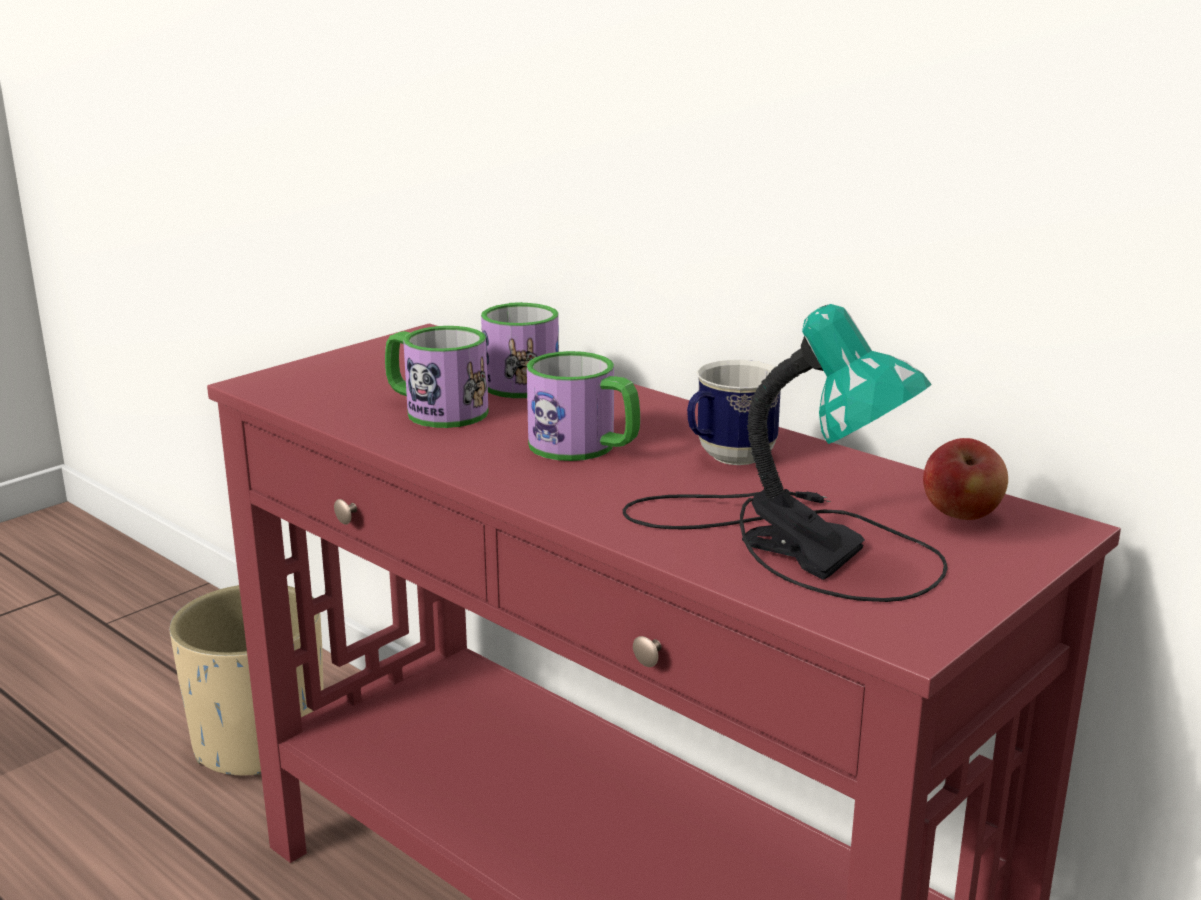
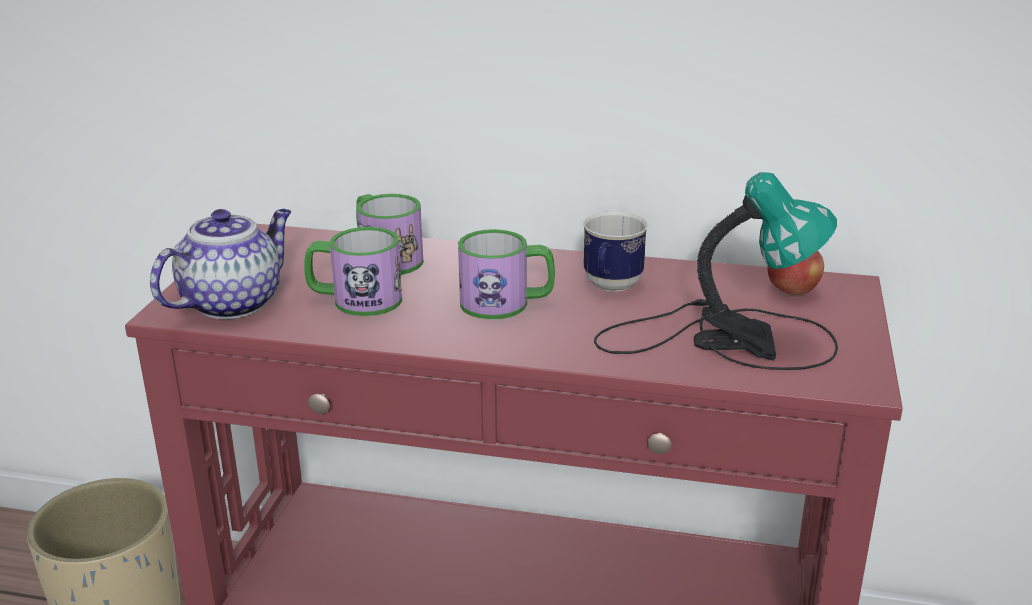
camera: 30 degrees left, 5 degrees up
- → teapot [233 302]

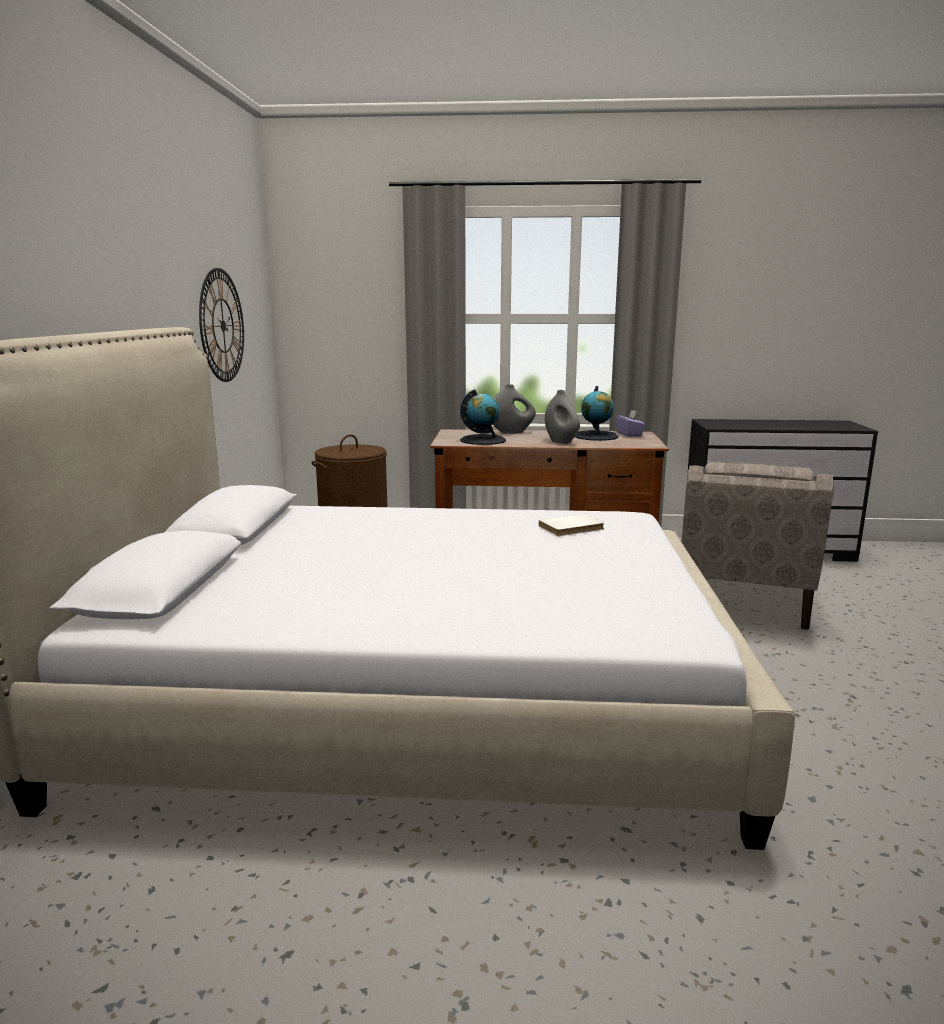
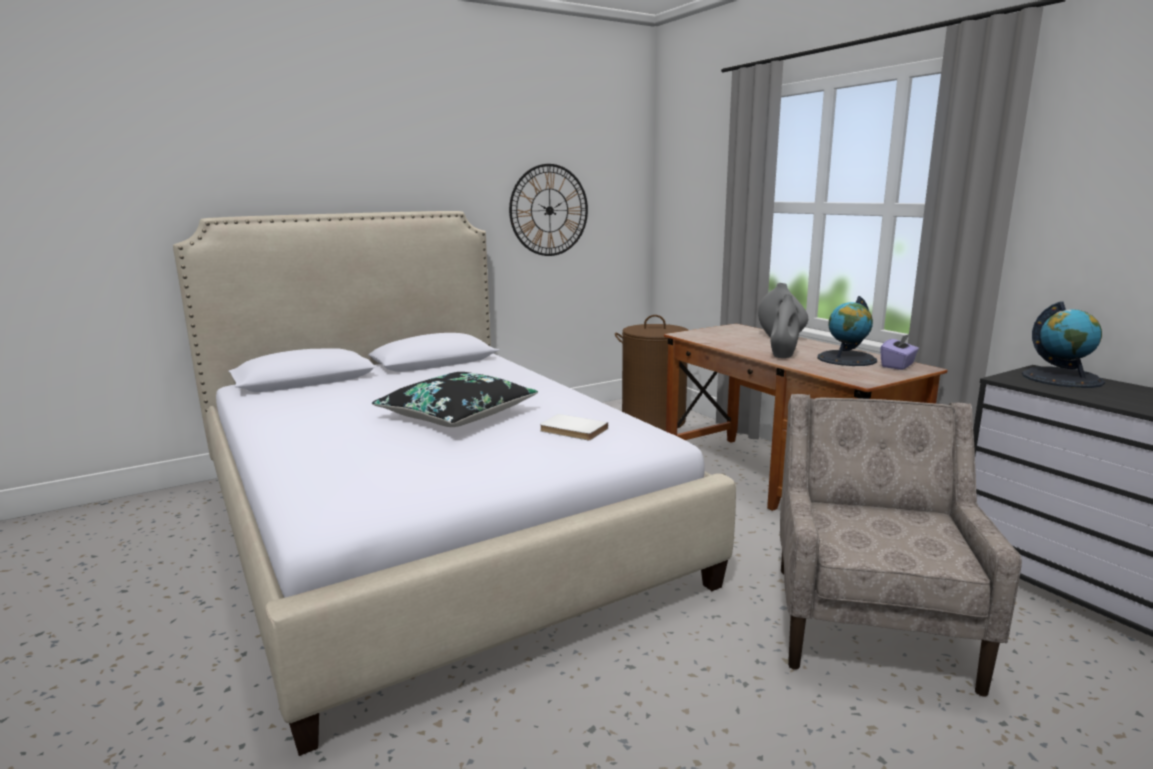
camera: 55 degrees right, 0 degrees up
globe [483 440] → globe [1062 378], move
beige armchair [741 600] → beige armchair [870 622], 120 degrees clockwise
- → black pillow [457 415]

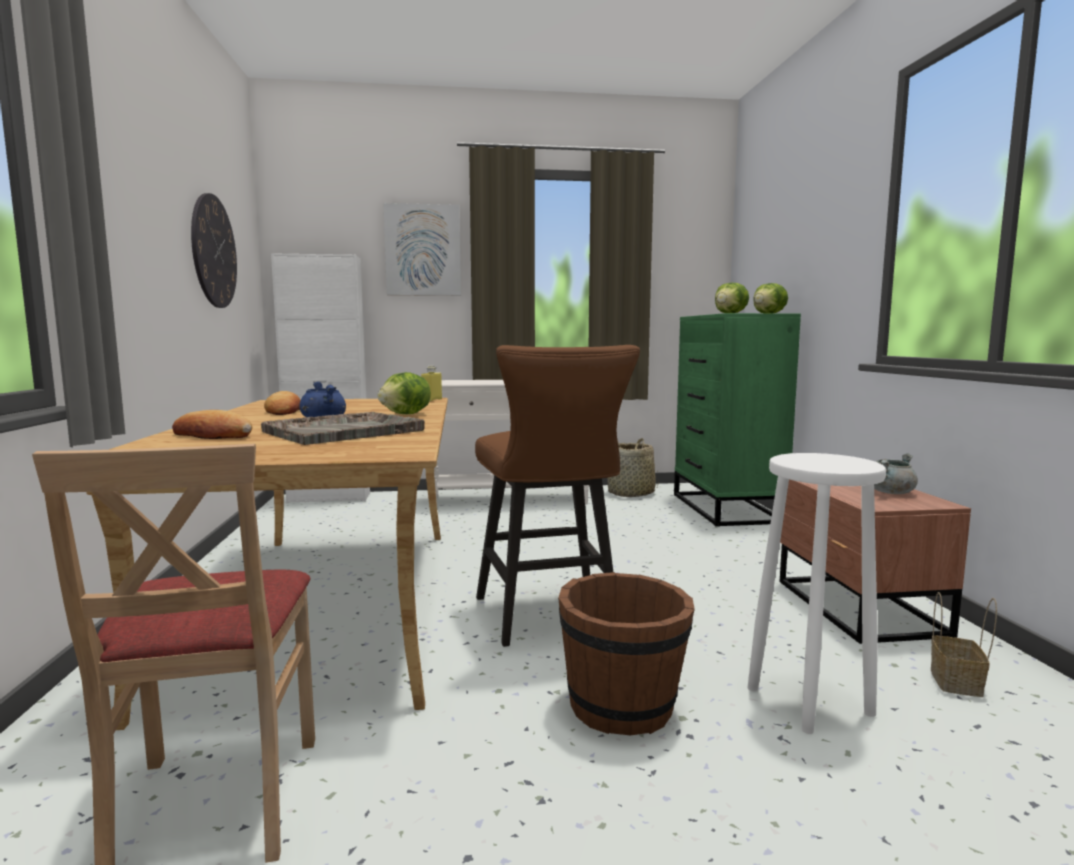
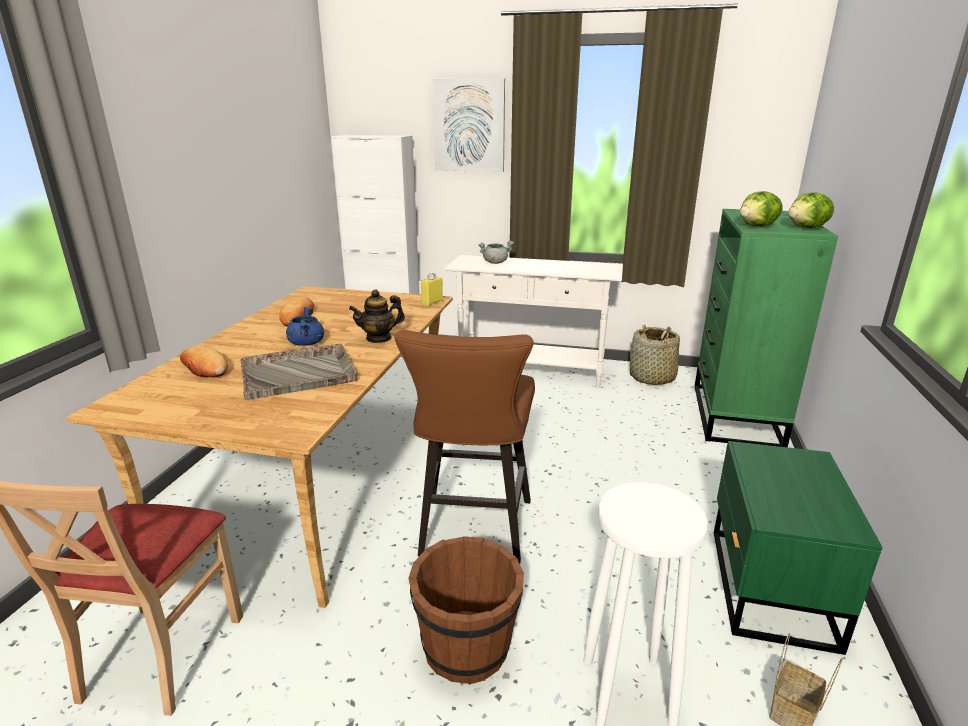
camera: 20 degrees right, 15 degrees up
wall clock [214 251] → -
lettuce [406 414] → teapot [379 338]
brown nightstand [857 608] → green nightstand [768 587]
grey cooking pot [890 492] → grey cooking pot [495 262], move

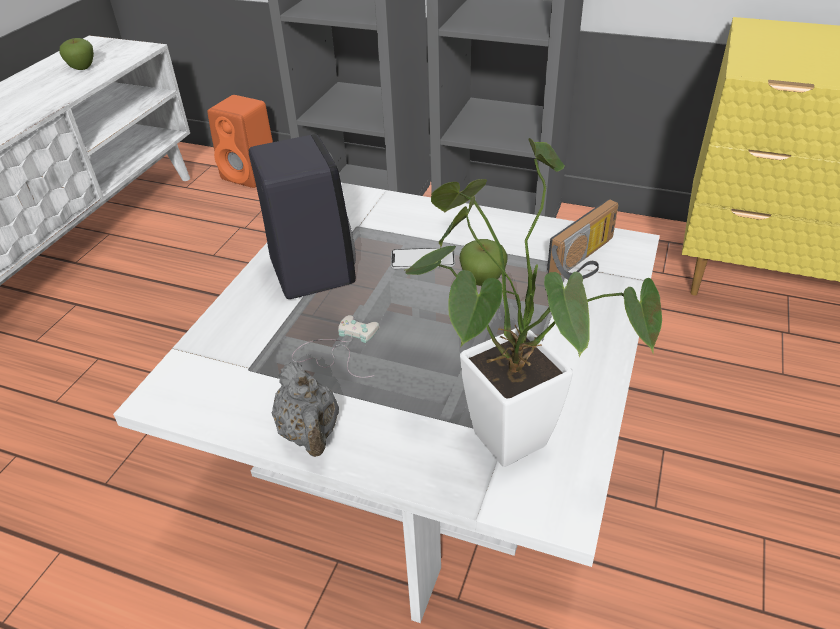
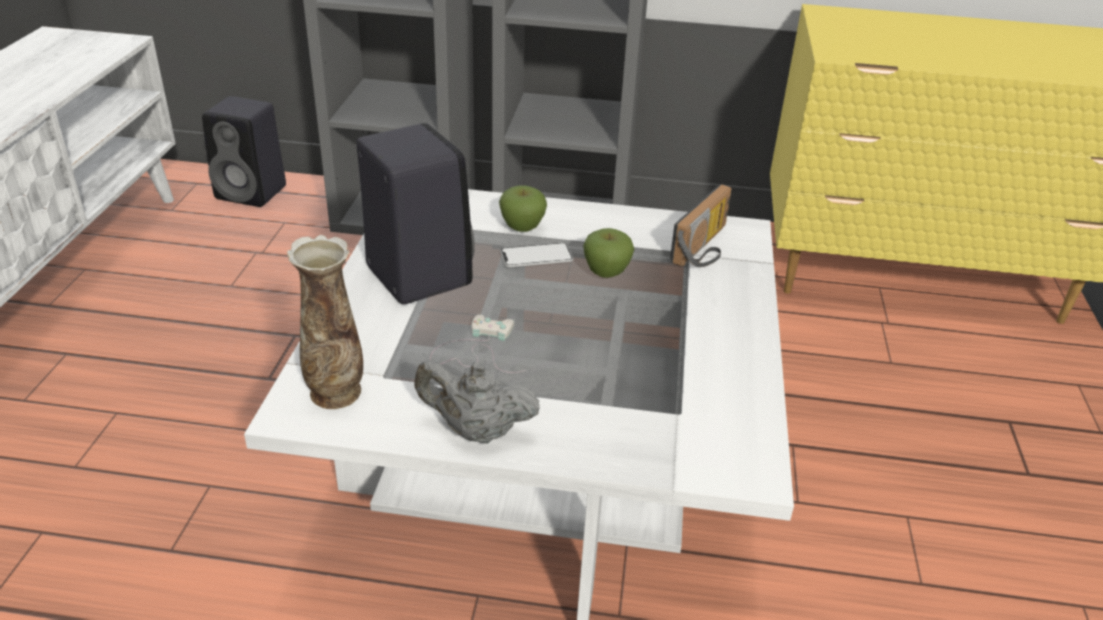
camera: 15 degrees left, 5 degrees down
apple [82 68] → apple [522 228], move
orange speaker [252 175] → black speaker [253 192]
grey teapot [310 433] → grey teapot [476 430], 135 degrees clockwise
potted plant [500 428] → -
- → vase [336 393]

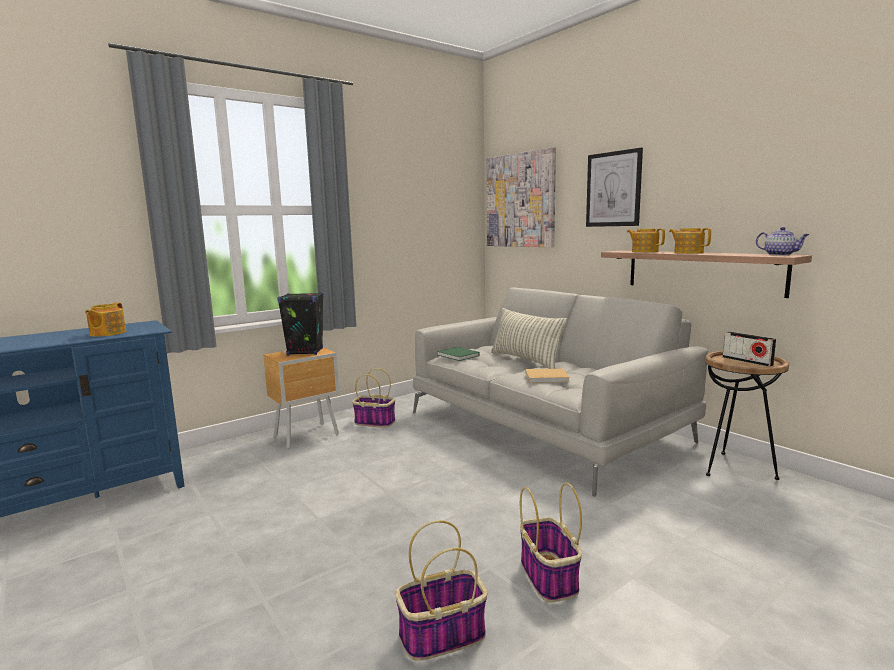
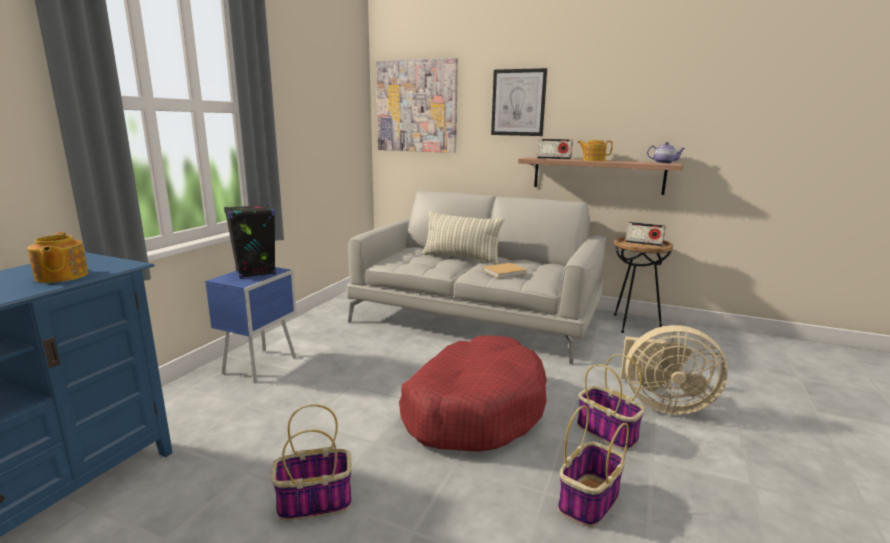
camera: 30 degrees left, 5 degrees up
brown nightstand [308 436] → blue nightstand [262 365]
basket [374 422] → basket [313 502], move
green book [459 355] → -
teapot [644 251] → radio [554 158]
- → red dog bed [473 408]
- → beige fan [662 404]

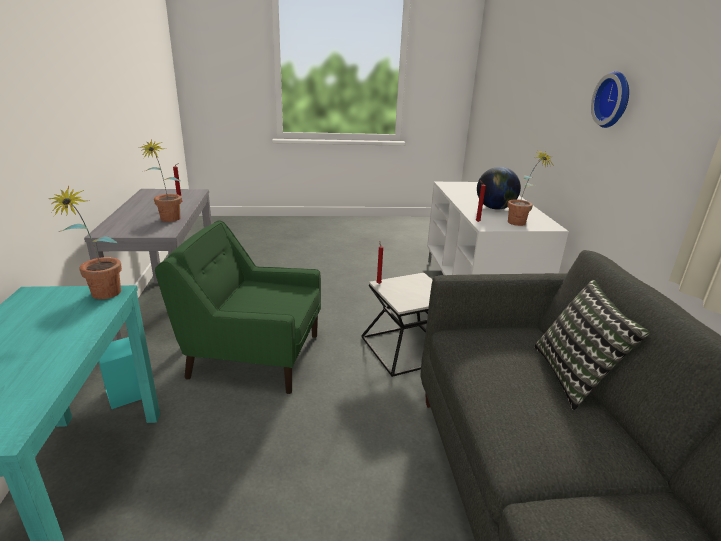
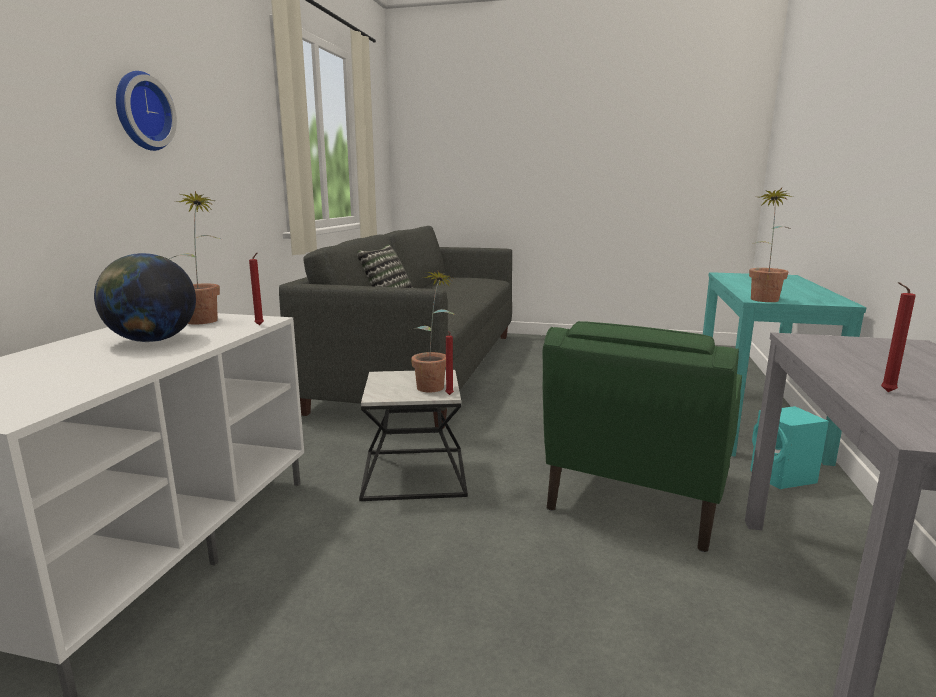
camera: 160 degrees left, 10 degrees down
potted plant [168 220] → potted plant [434 385], move
green armchair [253 355] → green armchair [638 495], 90 degrees clockwise

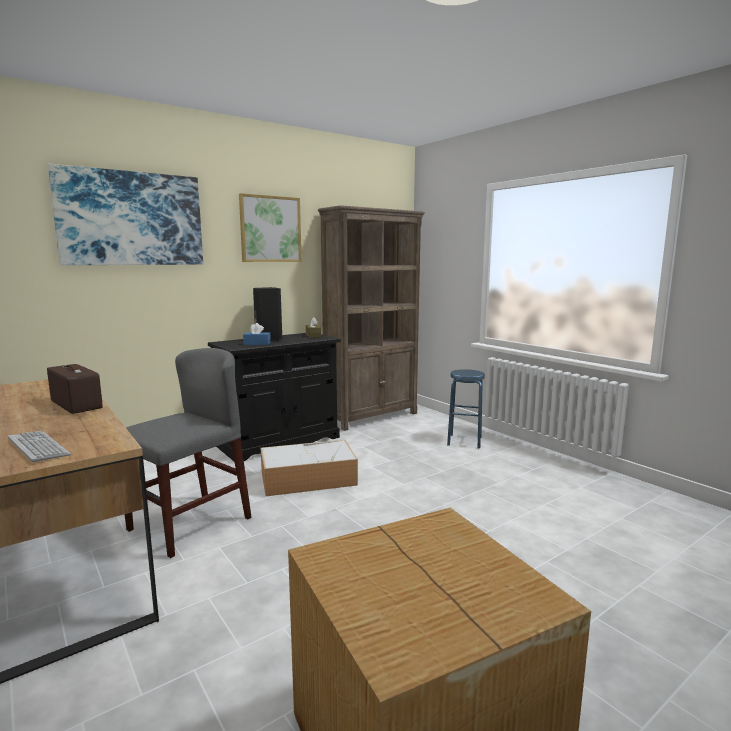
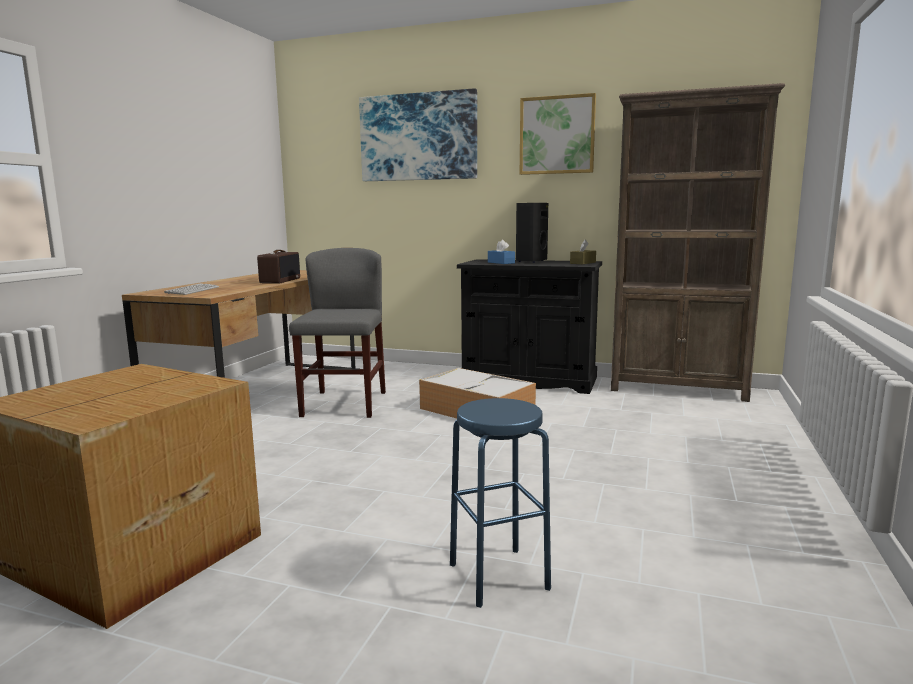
camera: 55 degrees right, 0 degrees up
grey chair [190 524] → grey chair [344 404], 90 degrees counterclockwise
blue stool [464 441] → blue stool [498 576], move

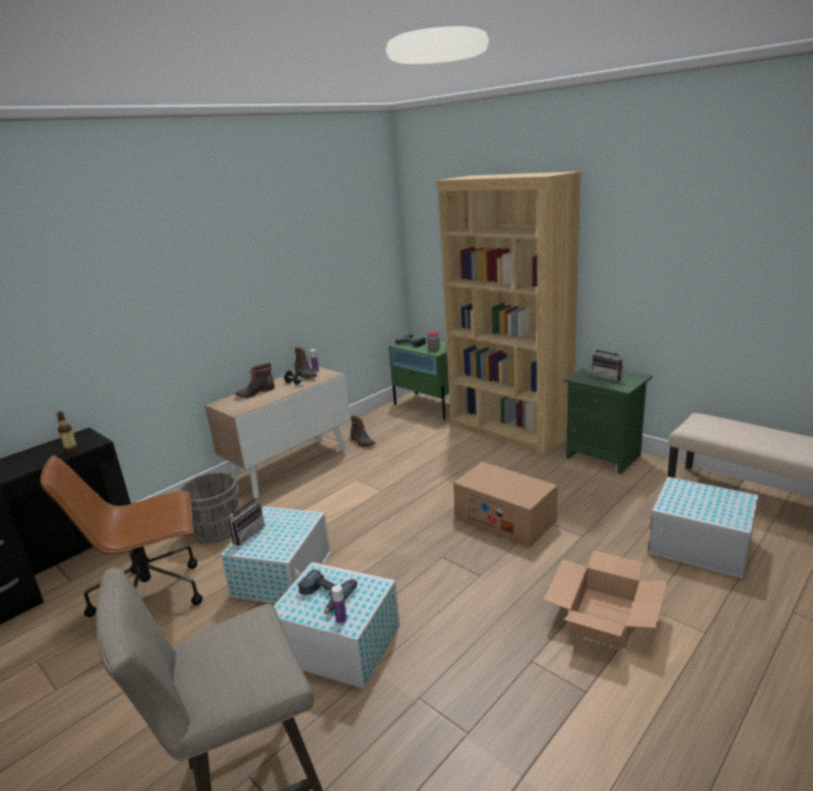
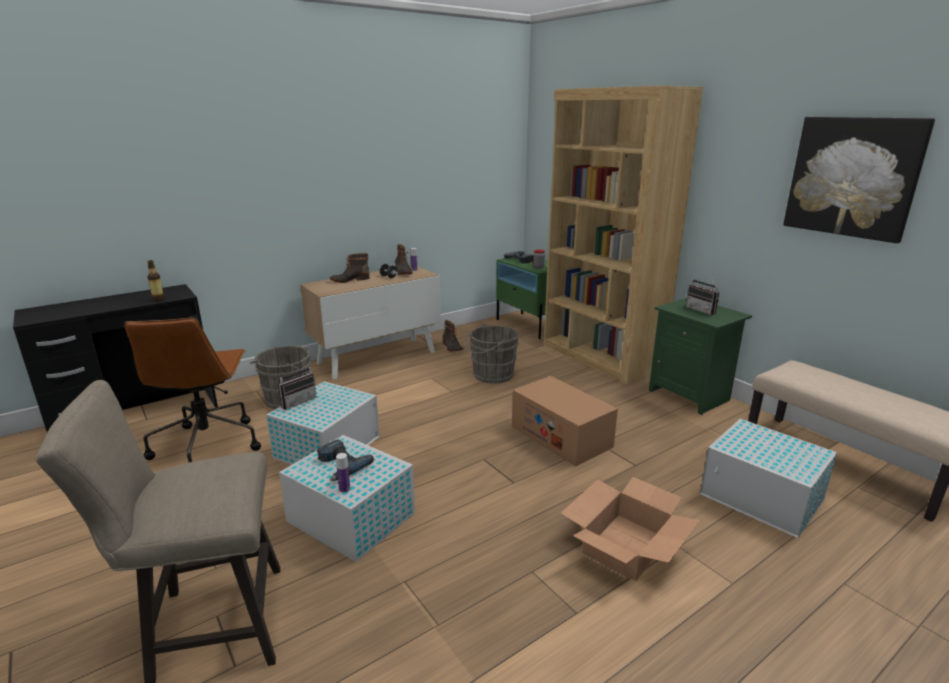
camera: 10 degrees right, 0 degrees up
brown office chair [153 596] → brown office chair [207 445], 90 degrees counterclockwise
- → grey bucket [490 375]
- → picture [853 177]

